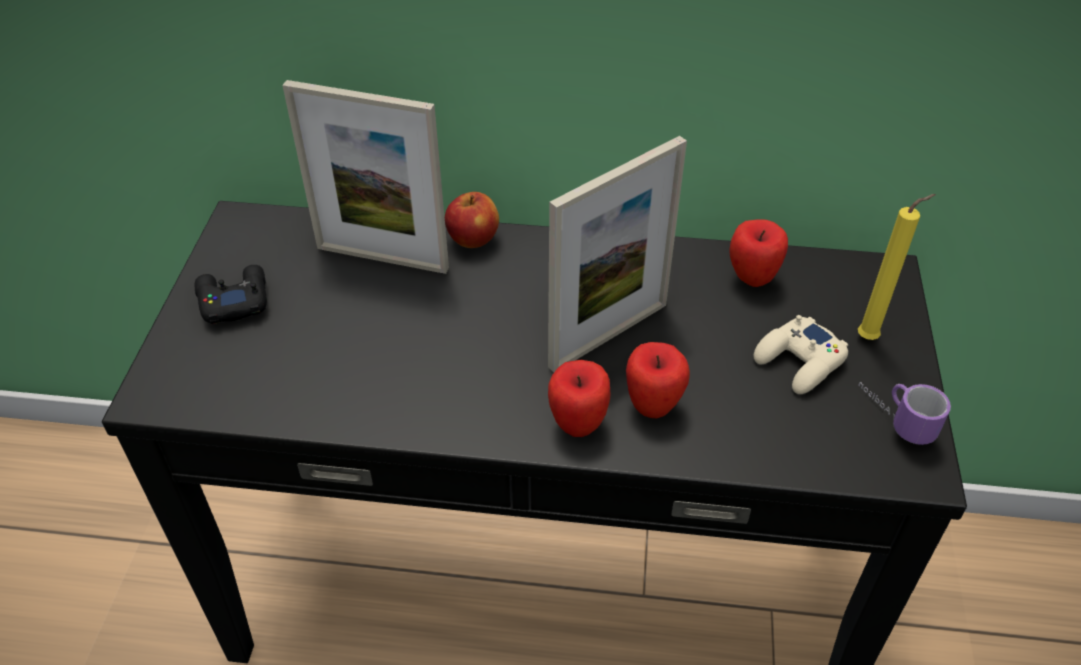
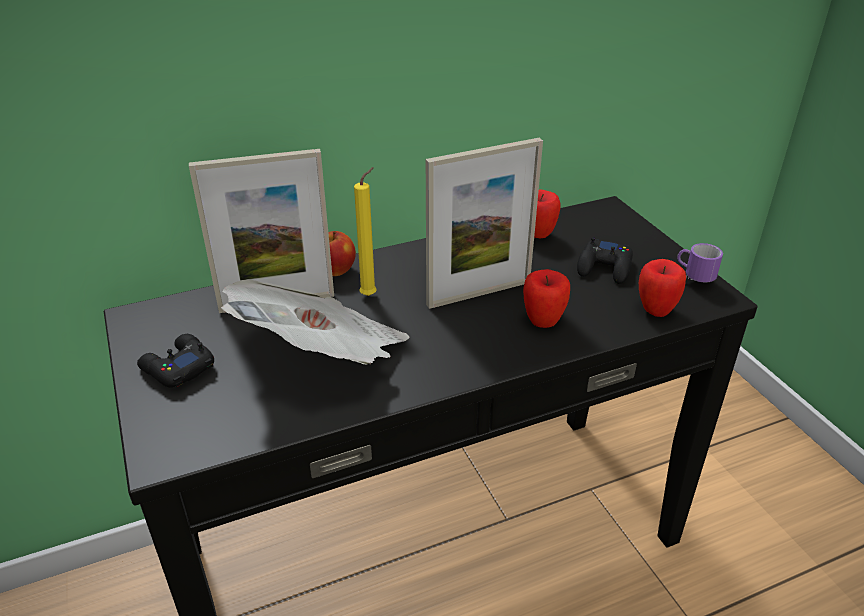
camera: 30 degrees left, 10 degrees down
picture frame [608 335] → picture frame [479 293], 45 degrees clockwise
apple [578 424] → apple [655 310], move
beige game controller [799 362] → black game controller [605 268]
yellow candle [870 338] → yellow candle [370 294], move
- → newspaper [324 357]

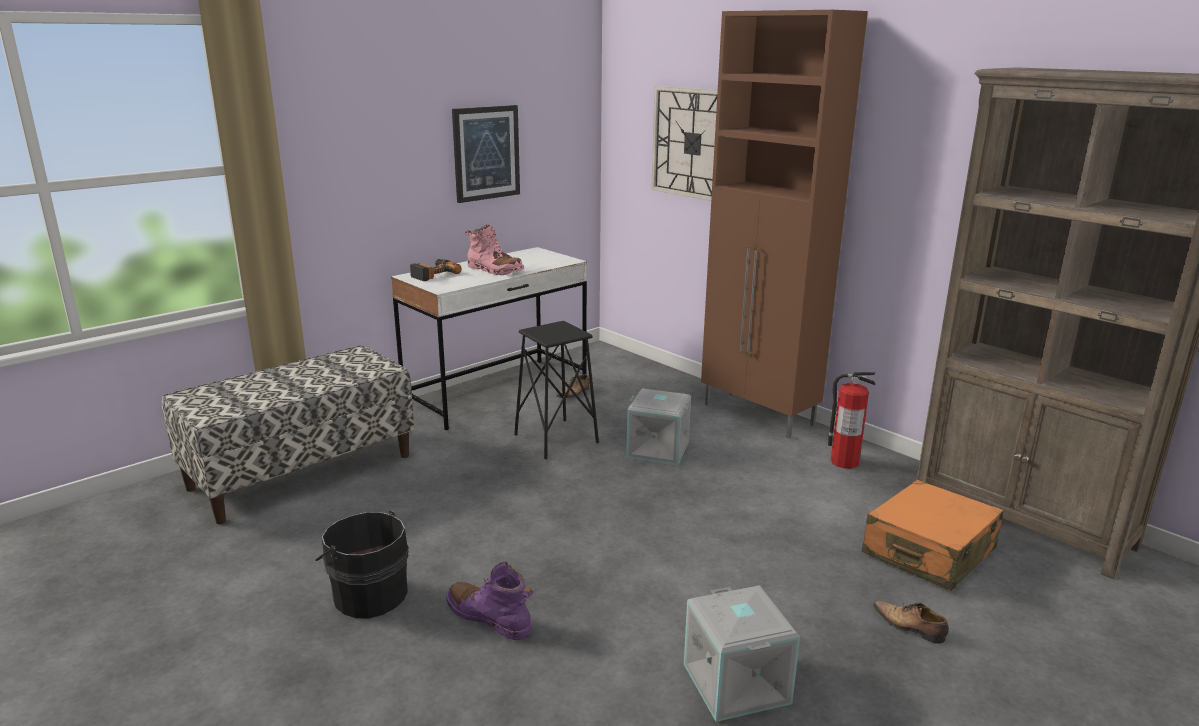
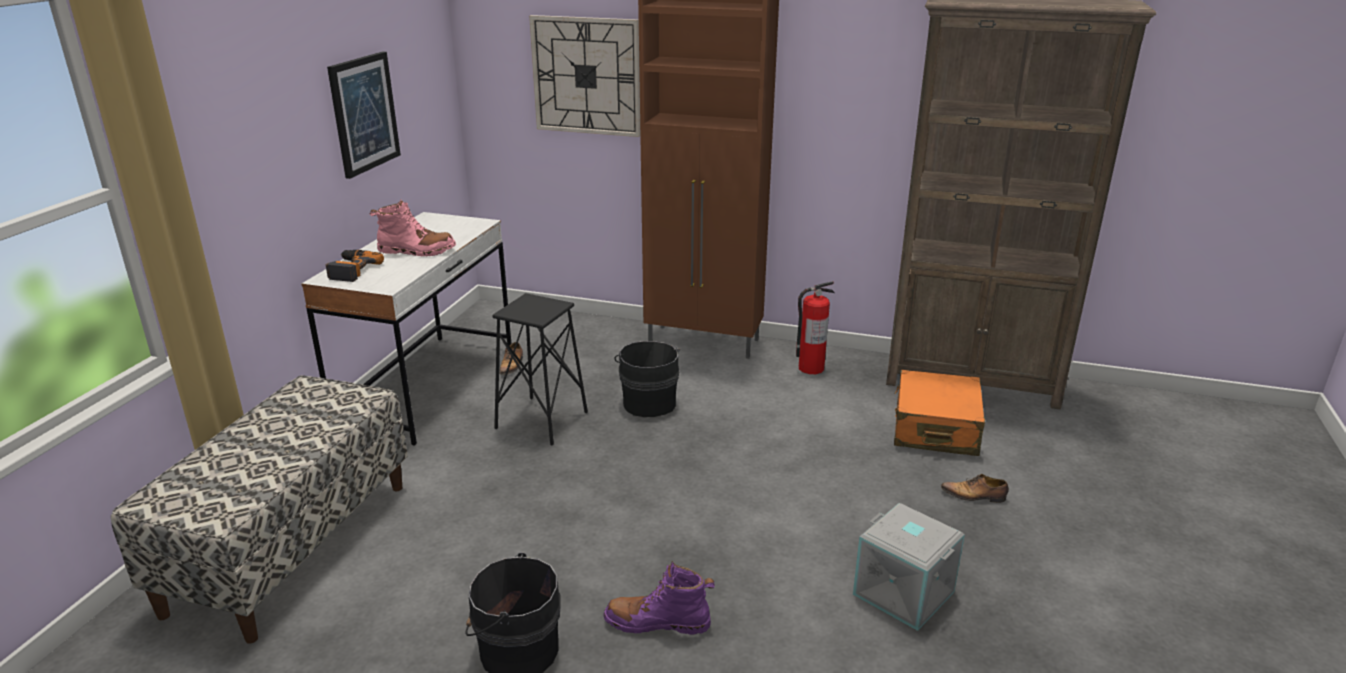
camera: 30 degrees left, 5 degrees up
grey storage box [658 449] → black bucket [649 402]

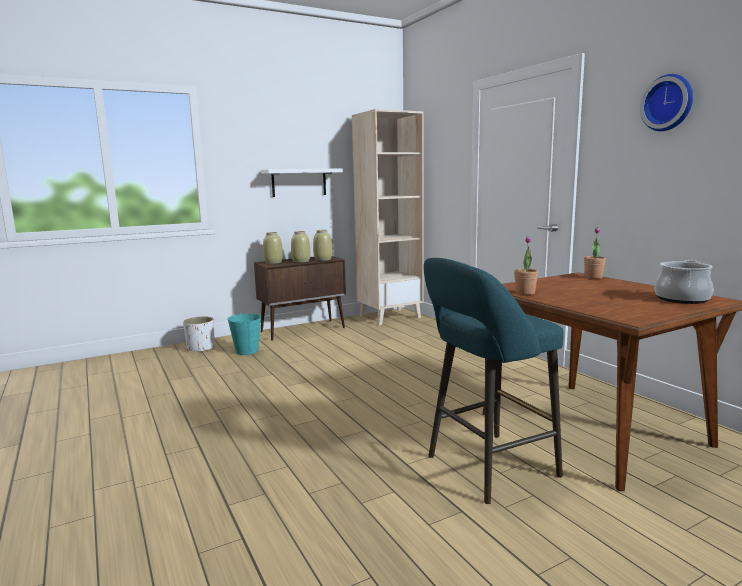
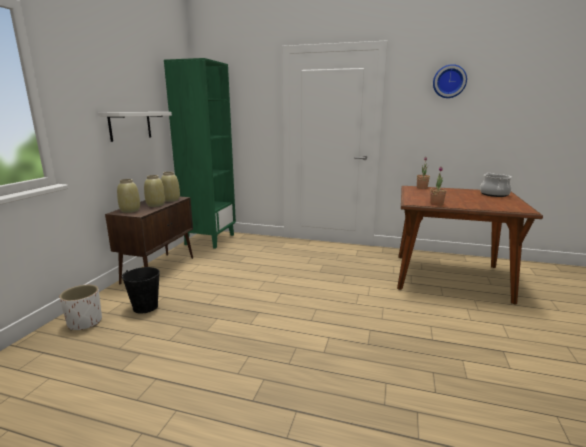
camera: 45 degrees left, 5 degrees up
turquoise bucket [247 351] → black bucket [145 307]
beige bookcase [390 317] → green bookcase [209 239]
turquoise stool [486 468] → -

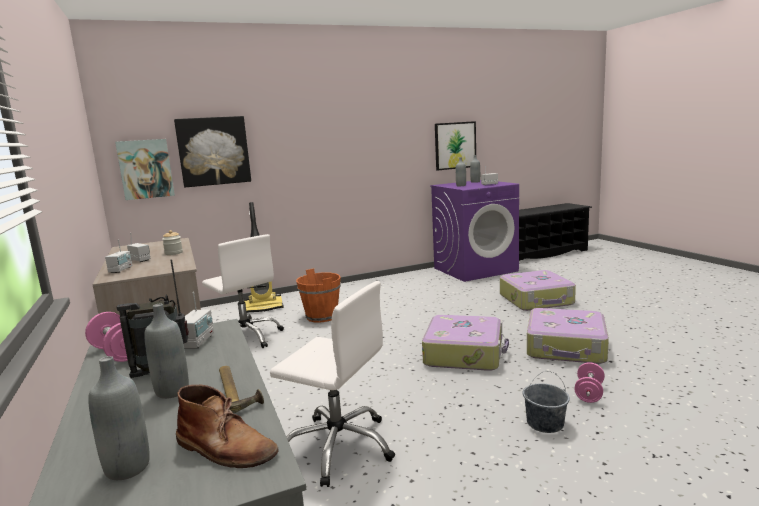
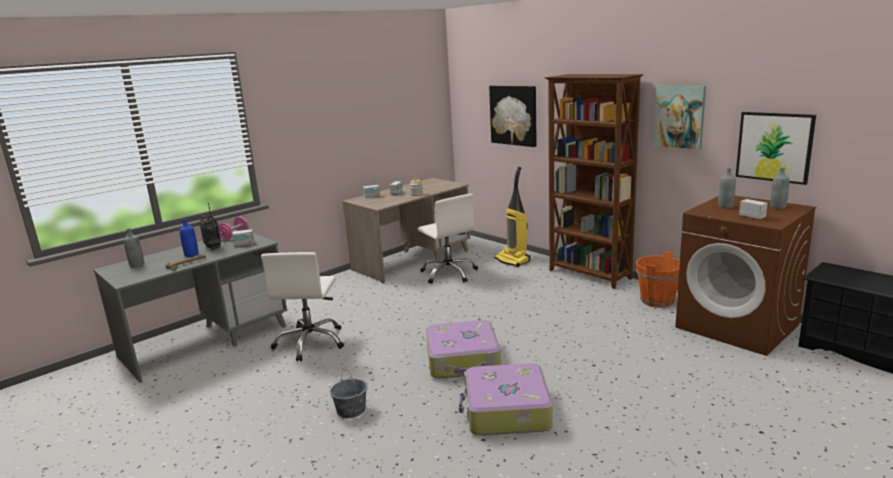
camera: 70 degrees right, 5 degrees up
picture [146 169] → picture [679 116], move
grey bottle [172 391] → blue bottle [191 255]
brown boot [226 448] → -
white office chair [246 337] → white office chair [449 273], 60 degrees counterclockwise
orange bucket [321 317] → orange bucket [657 301], move
purple washing machine [475 269] → brown washing machine [737 326]
suitcase [536 300] → -
pink dumbbell [589 393] → -
- → brown bookcase [589 275]

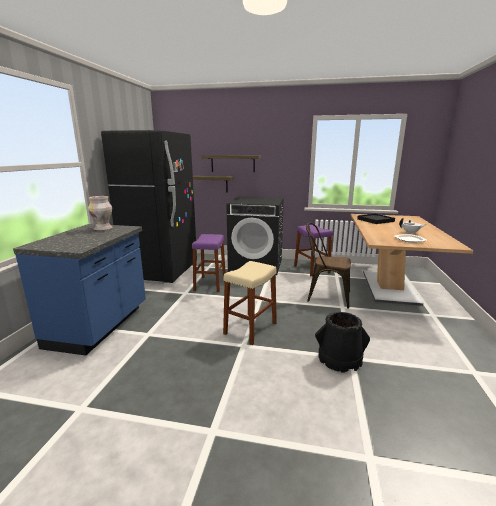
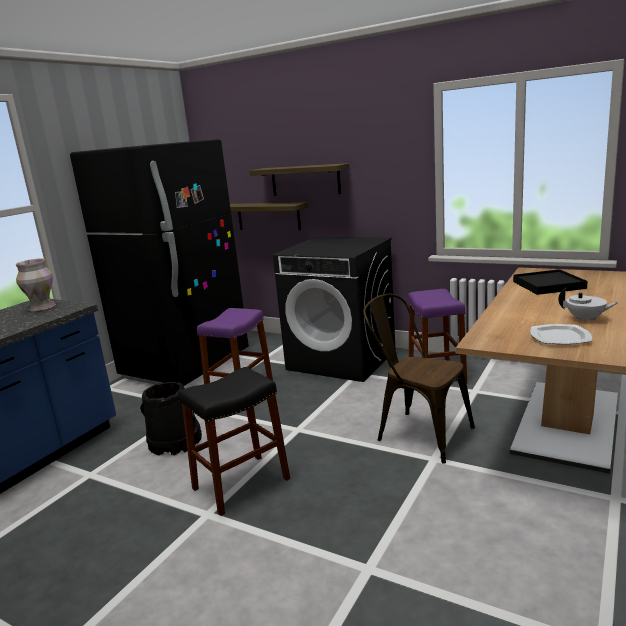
camera: 20 degrees right, 0 degrees up
beige stool [250 328] → black stool [241 484]
black bucket [339 359] → black bucket [174 441], move

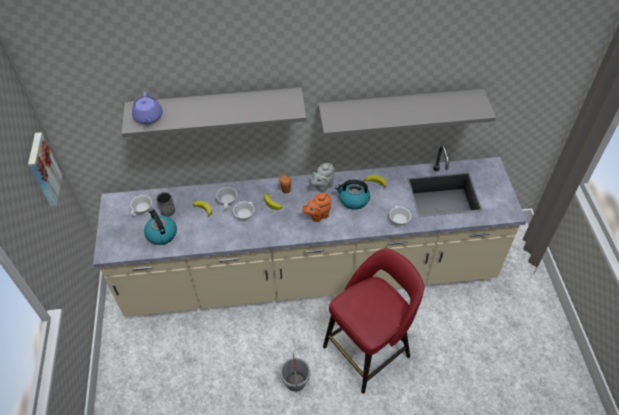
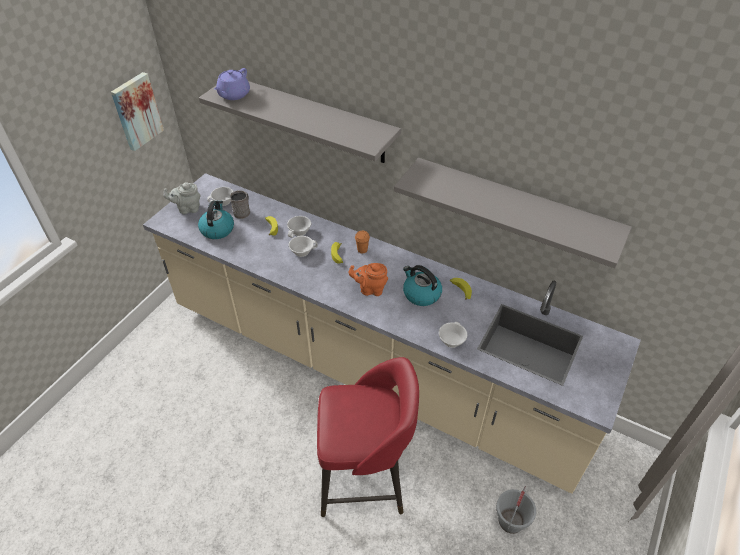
camera: 35 degrees right, 5 degrees down
grey bucket [295 382] → grey bucket [510 520], move
grey teapot [322 186] → grey teapot [187 209], move

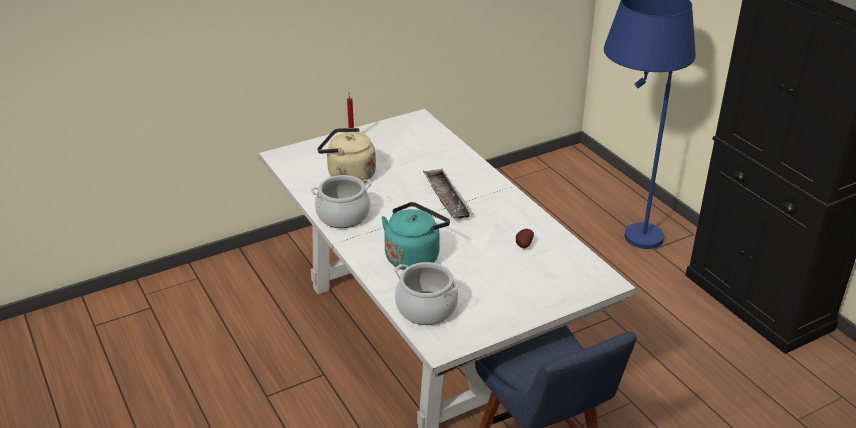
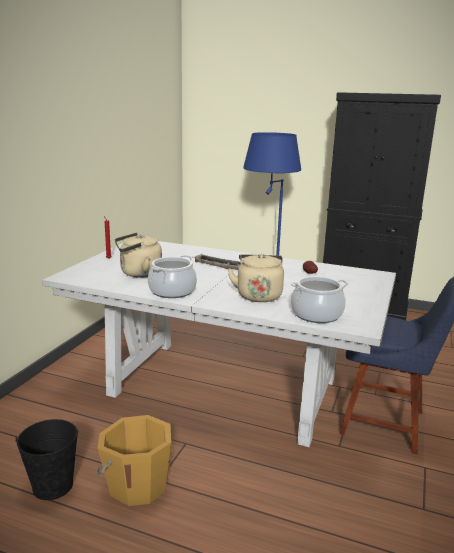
camera: 40 degrees left, 15 degrees down
turquoise kettle [414 256] → beige kettle [258 295]
- → black bucket [53 485]
- → orange bucket [137 484]

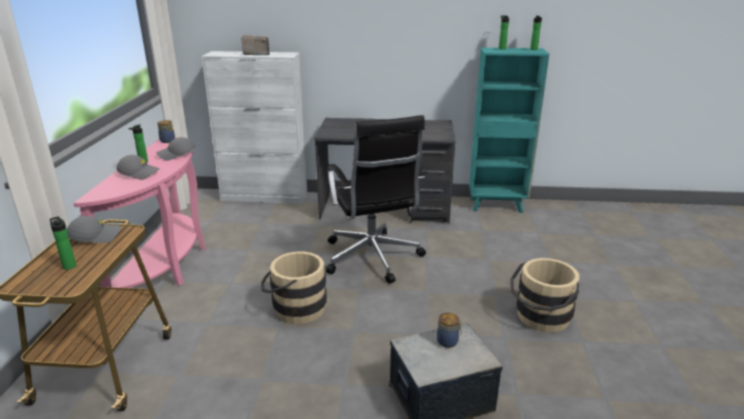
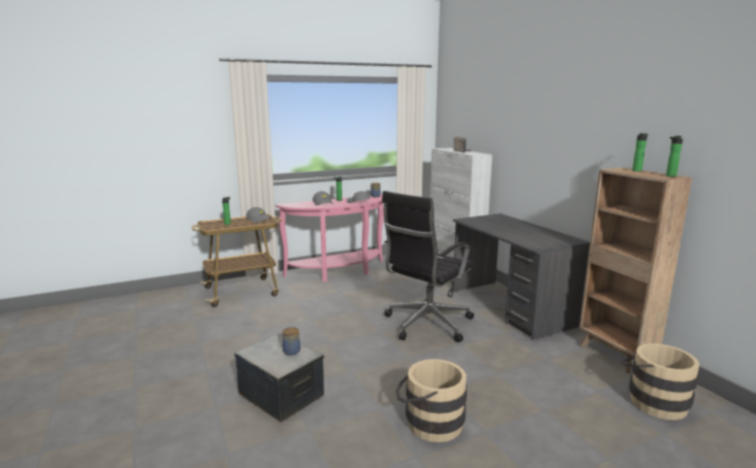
camera: 60 degrees right, 10 degrees down
beige bucket [294 308] → beige bucket [653 400], move
turquoise bookcase [497 205] → brown bookcase [615 355]

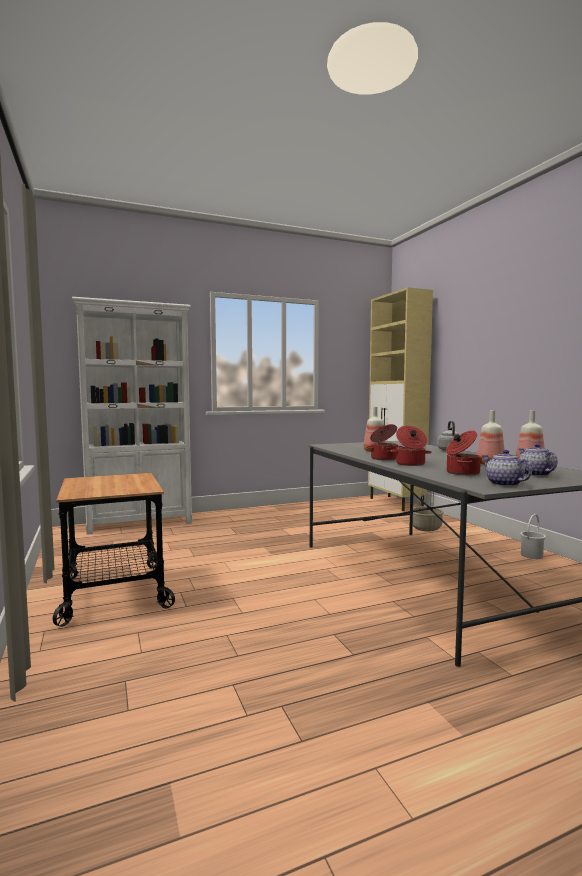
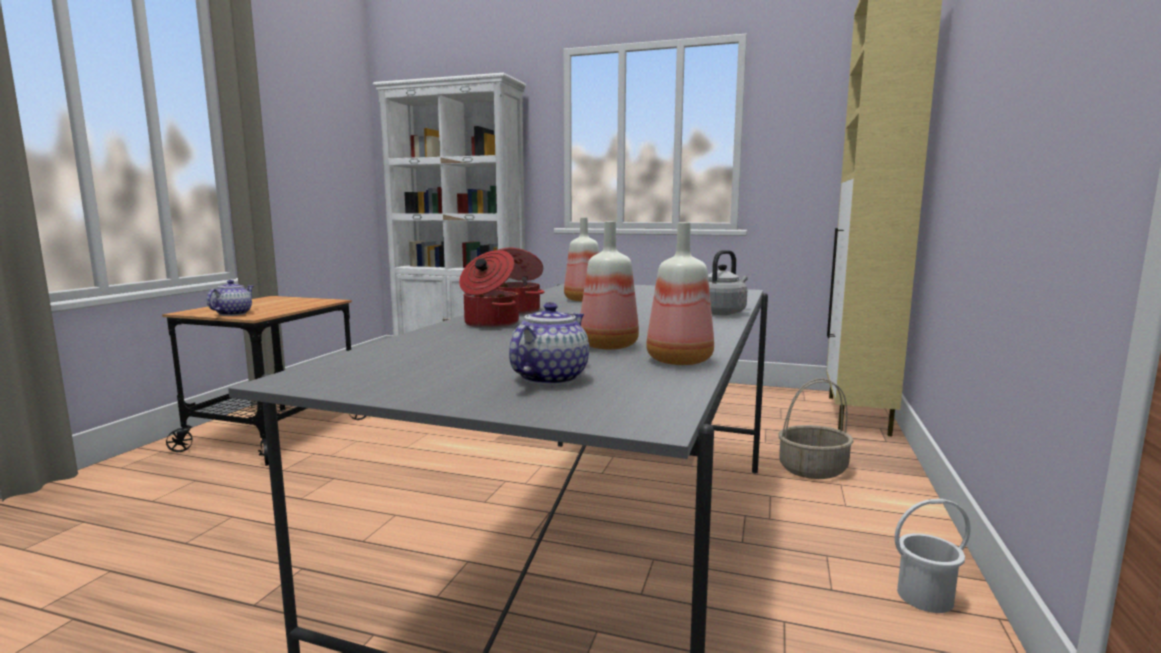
camera: 40 degrees right, 5 degrees up
cooking pot [461 473] → -
teapot [503 484] → teapot [233 314], move

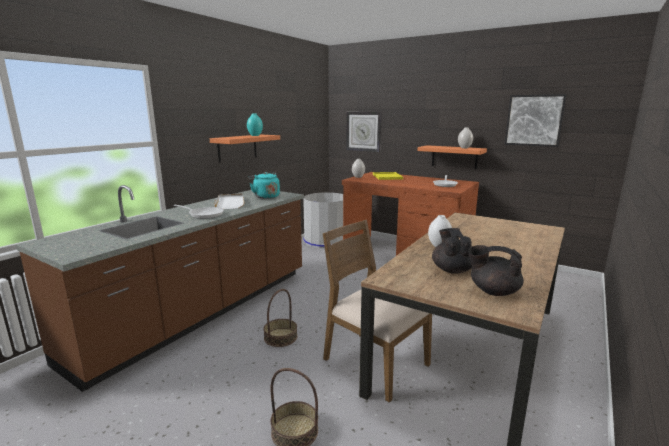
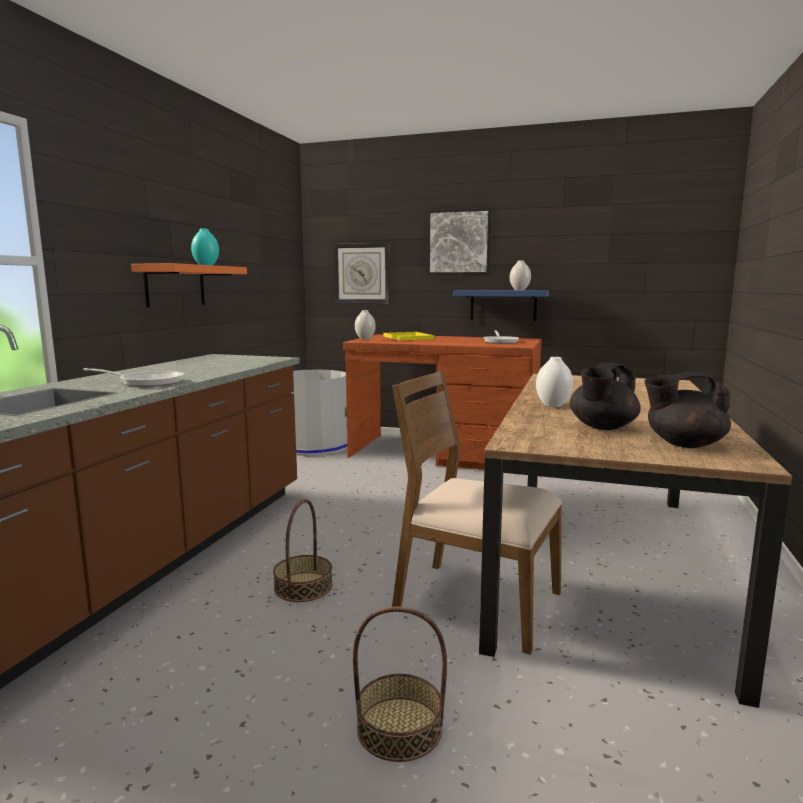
camera: 15 degrees left, 5 degrees down
white tray [230 203] → -
turquoise kettle [265 196] → -
orange shelf [454 157] → blue shelf [503 305]
black teapot [452 270] → black teapot [602 427], 120 degrees counterclockwise
picture [534 120] → picture [459 242], move

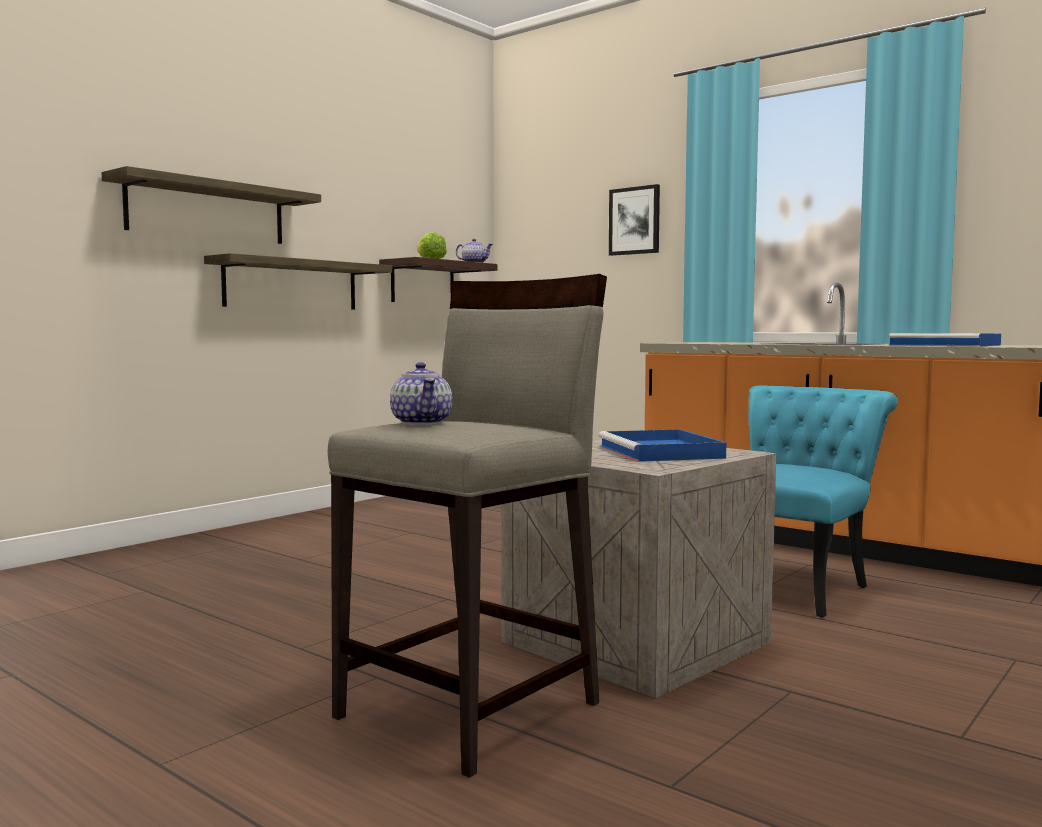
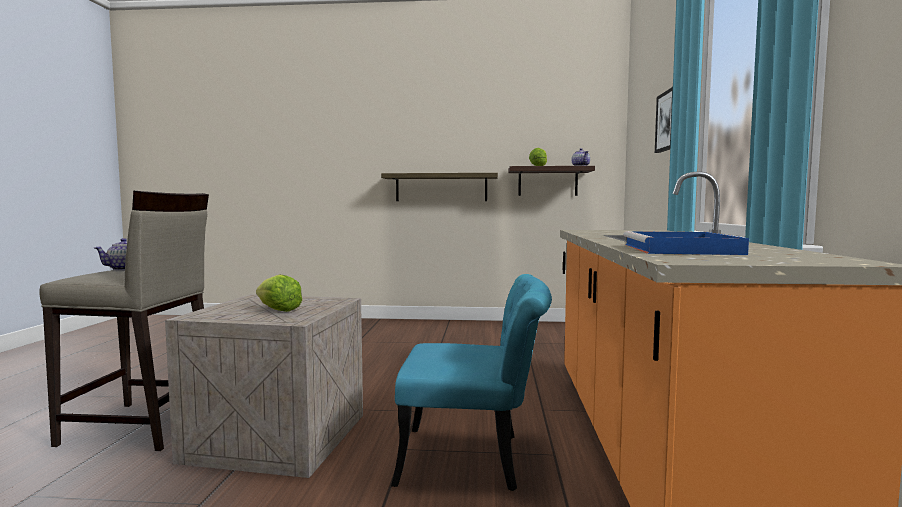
camera: 55 degrees right, 0 degrees up
shelf [207 211] → -
blue tray [662 452] → lettuce [278 310]

